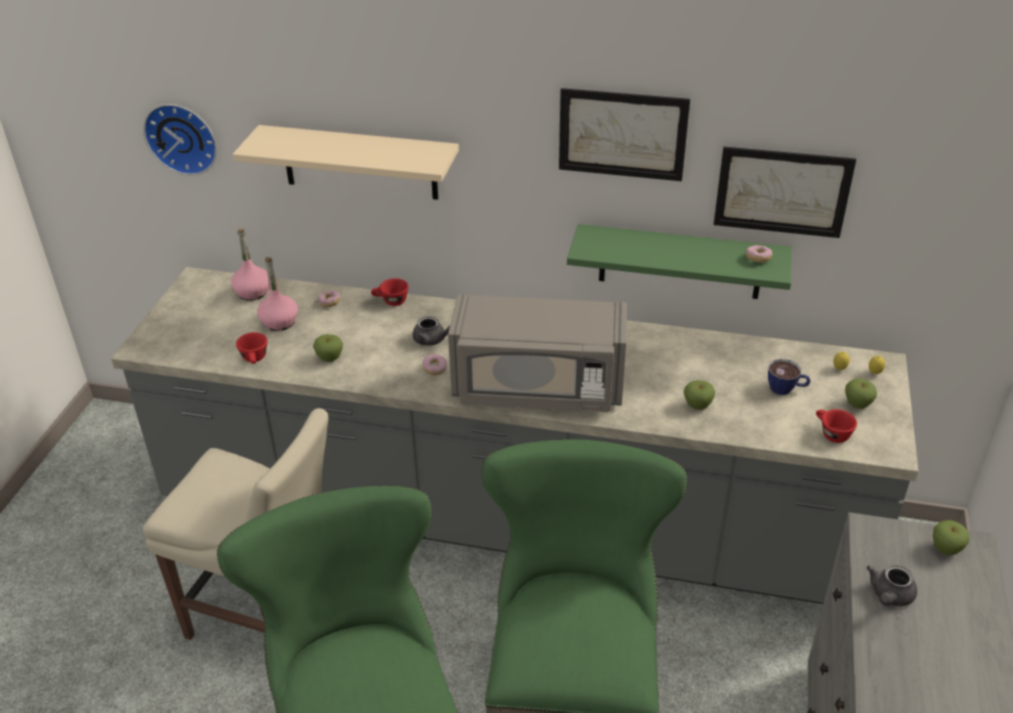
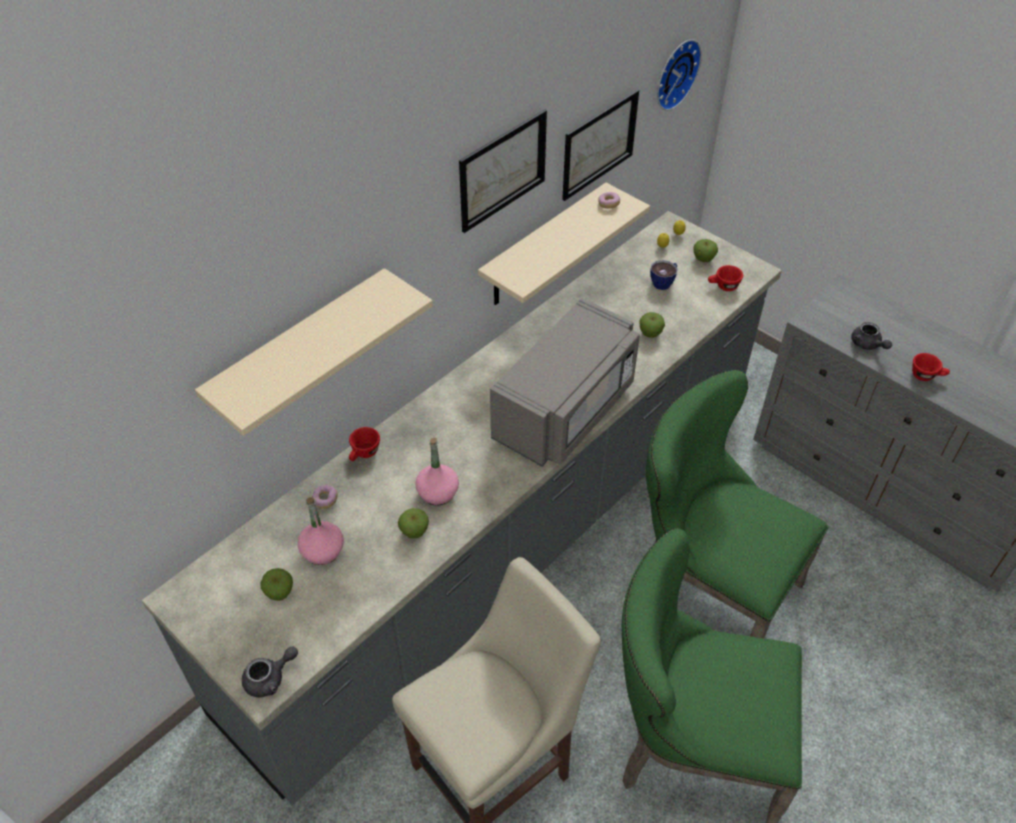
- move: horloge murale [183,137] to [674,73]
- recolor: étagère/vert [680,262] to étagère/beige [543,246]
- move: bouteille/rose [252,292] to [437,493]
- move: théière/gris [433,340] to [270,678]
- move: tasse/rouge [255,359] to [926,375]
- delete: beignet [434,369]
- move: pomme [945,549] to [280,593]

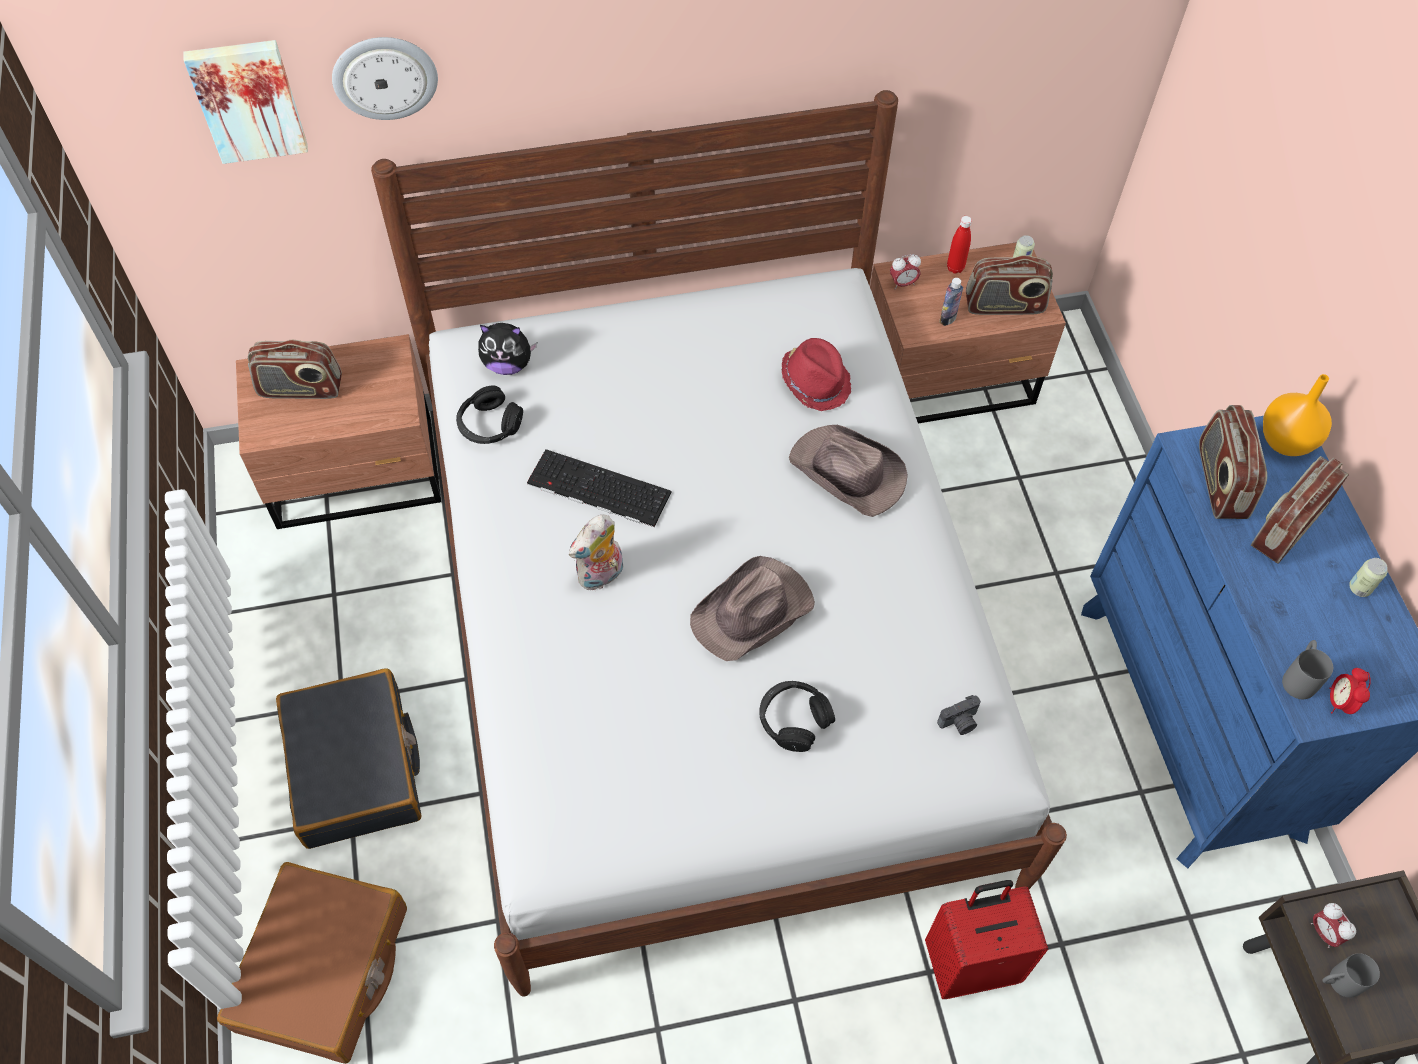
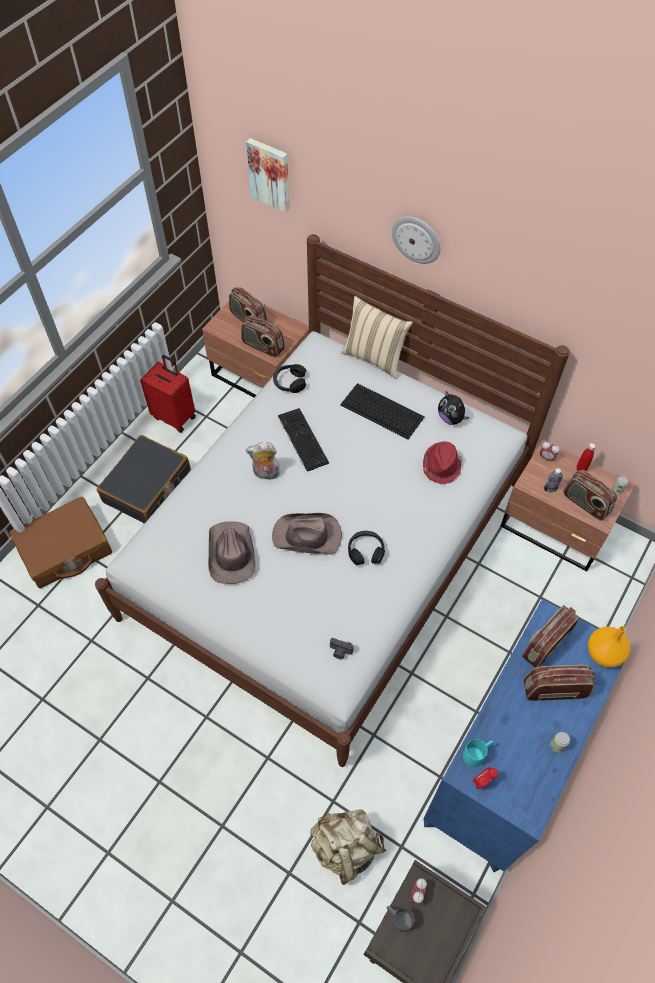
- move: horloge murale [385,76] to [416,239]
- move: peluche [508,364] to [451,418]
- move: chapeau/marron [848,473] to [231,554]
- recolor: mug/gris [1299,677] to mug/turquoise [477,754]
- move: casque audio/noir [793,719] to [365,551]
- move: valise/rouge [971,962] to [175,416]
- insert: coussin/beige [374,358]
- insert: radio [263,346]
- insert: clavier [381,411]
- insert: sac à dos/beige [346,848]

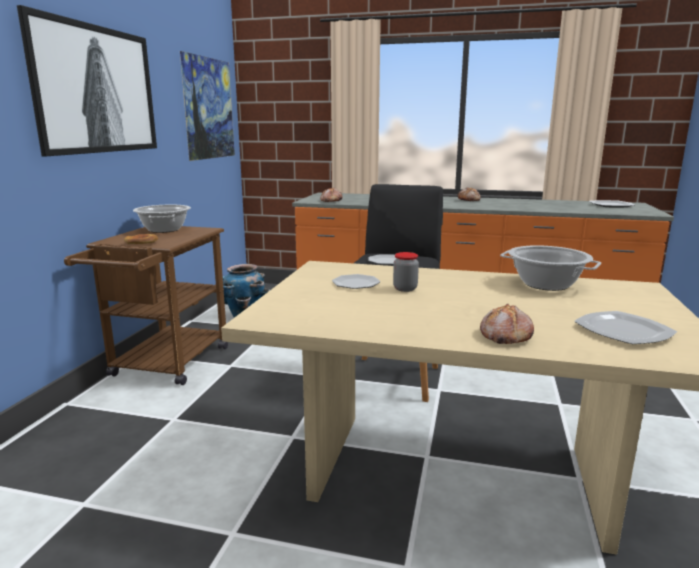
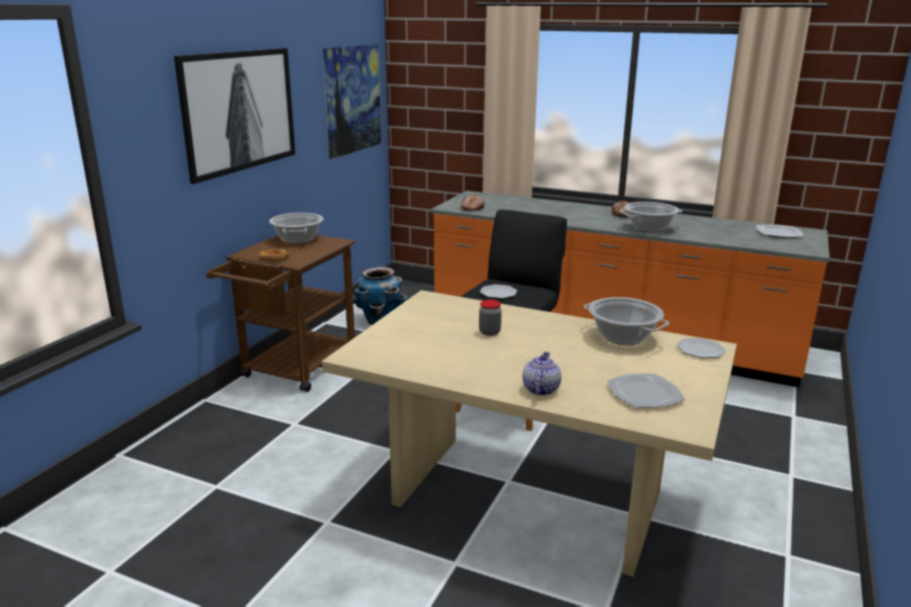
- move: assiette [355,284] to [700,350]
- replace: pain [504,335] to théière [540,389]
- insert: marmite [649,228]

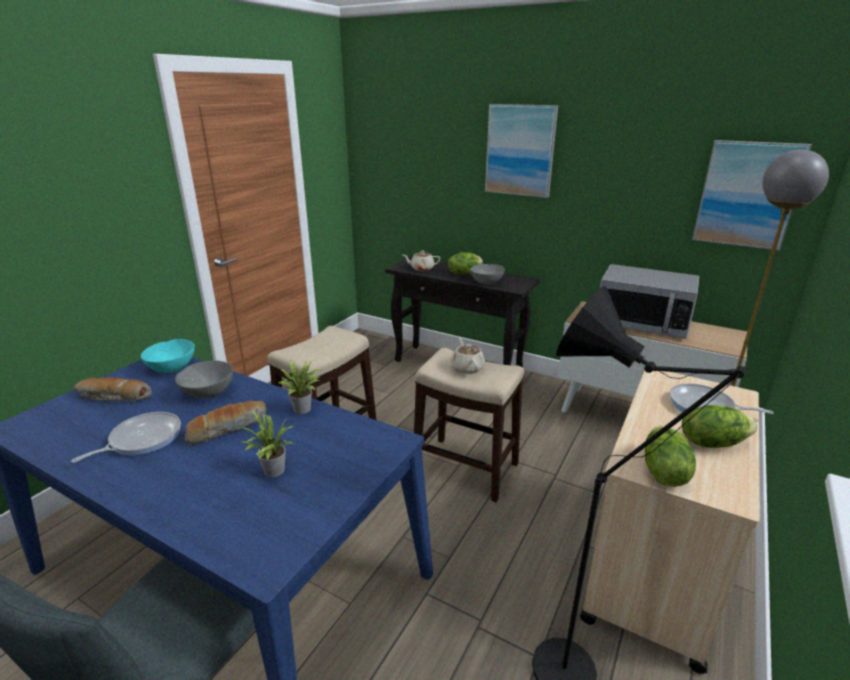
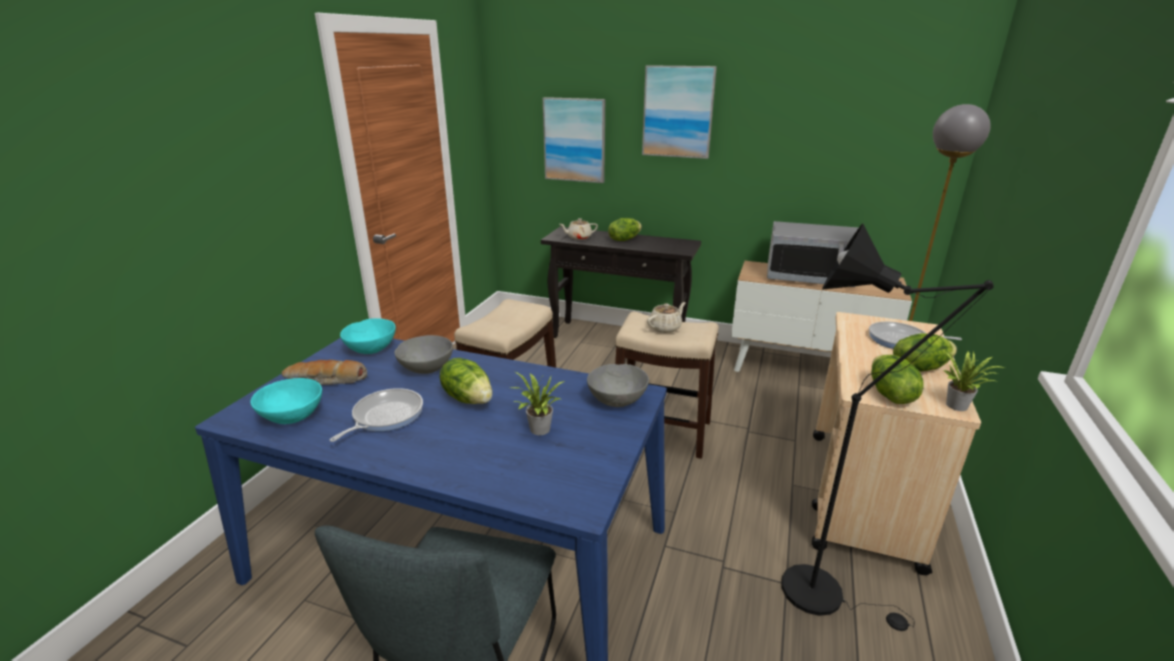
- move: tableau [747,194] to [574,140]
- move: bol/gris [486,282] to [617,400]
- rotate: théière/beige [467,368] = [665,328] 75 degrees clockwise
- move: plante en pot [304,409] to [959,406]
- replace: pain [227,428] to laitue [468,398]
- insert: bol/turquoise [292,416]

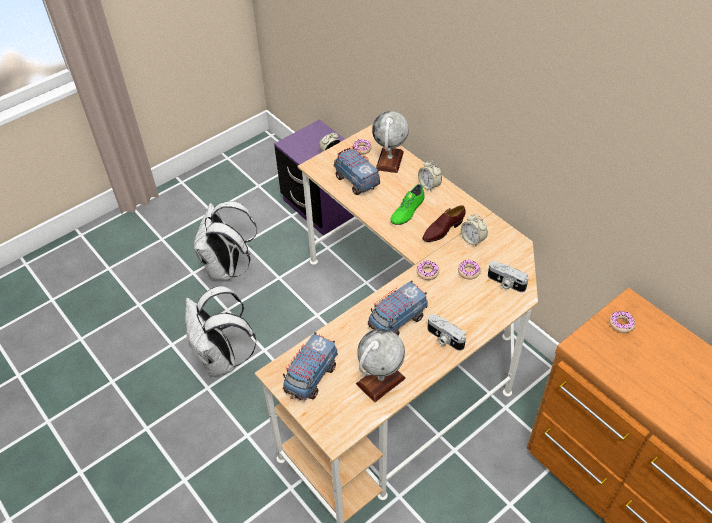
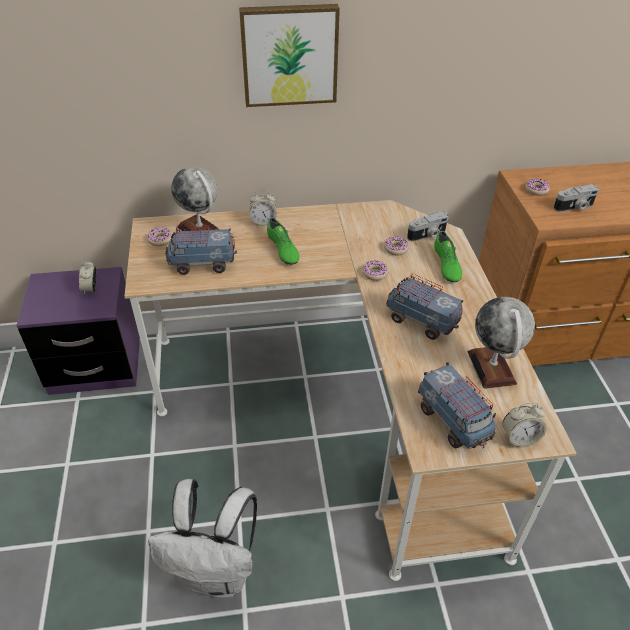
- delete: sac à dos/blanc [227,269]
- delete: chaussure/marron [442,230]
- move: réveil [472,240] to [519,438]
- rotate: camion jouet [397,321] = [421,321] 135 degrees clockwise
- move: appareil photo [444,339] to [574,207]
- insert: tableau [289,55]
- insert: chaussure/vert [446,266]

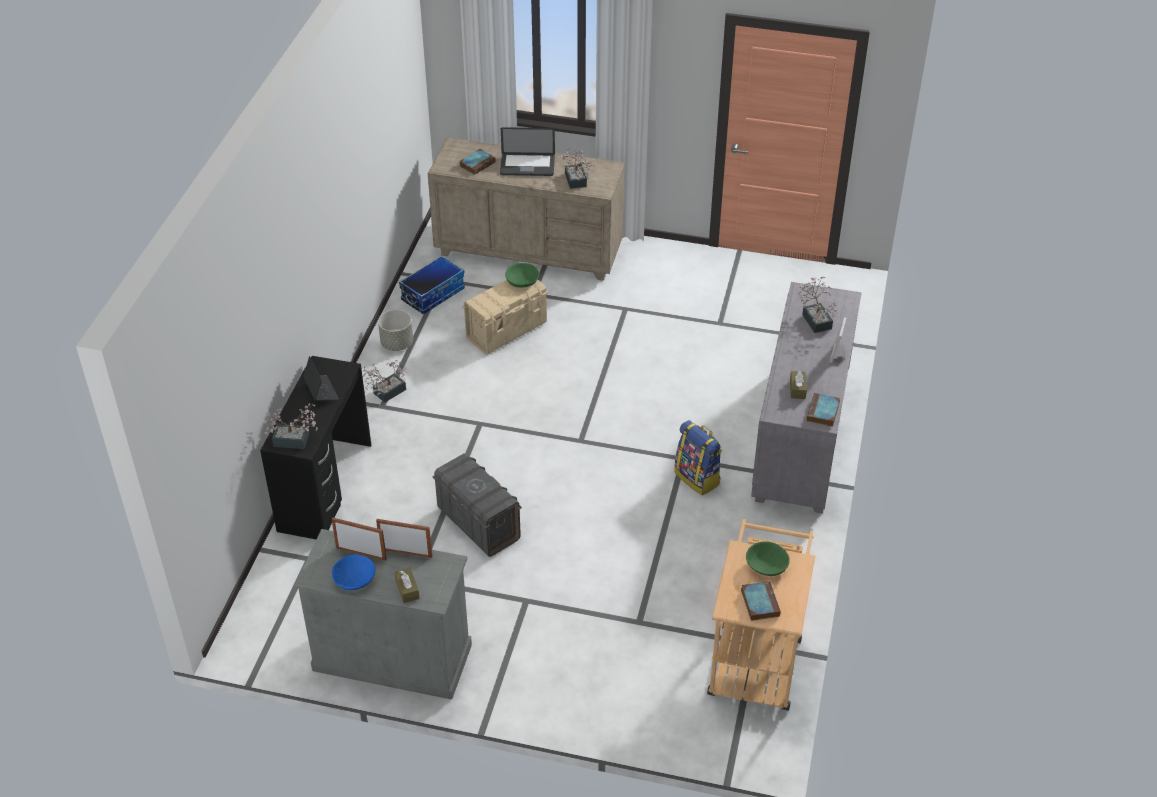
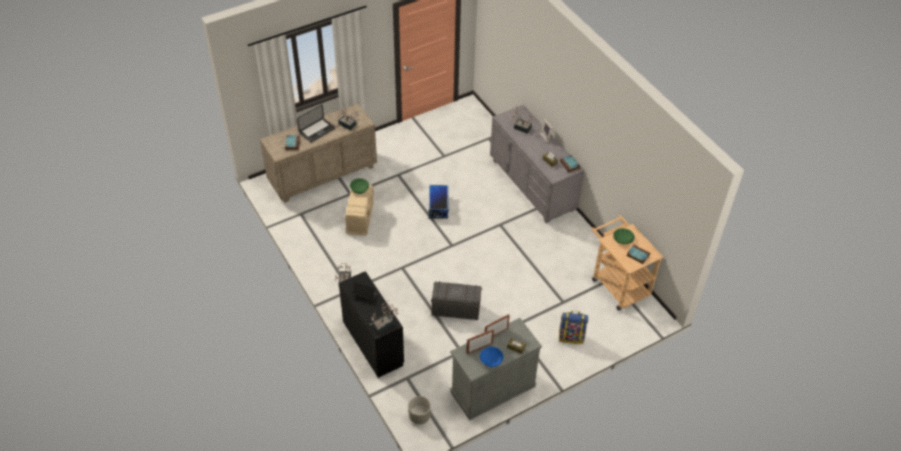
- move: boîte de rangement [433,294] to [438,206]
- move: cache-pot/gris [397,343] to [419,416]
- move: sac à dos [698,478] to [571,336]

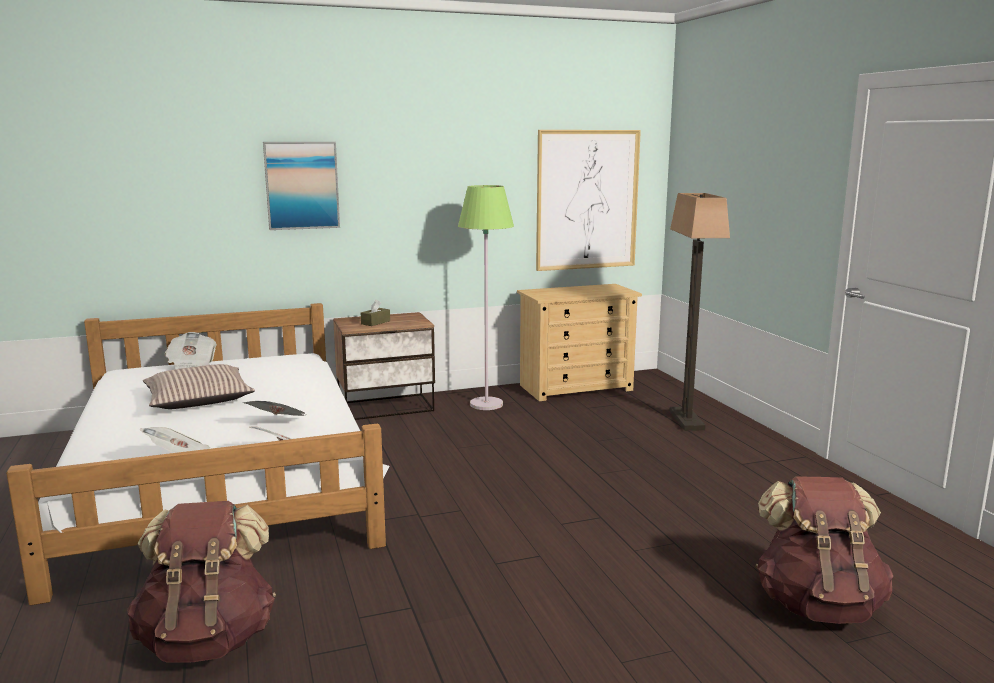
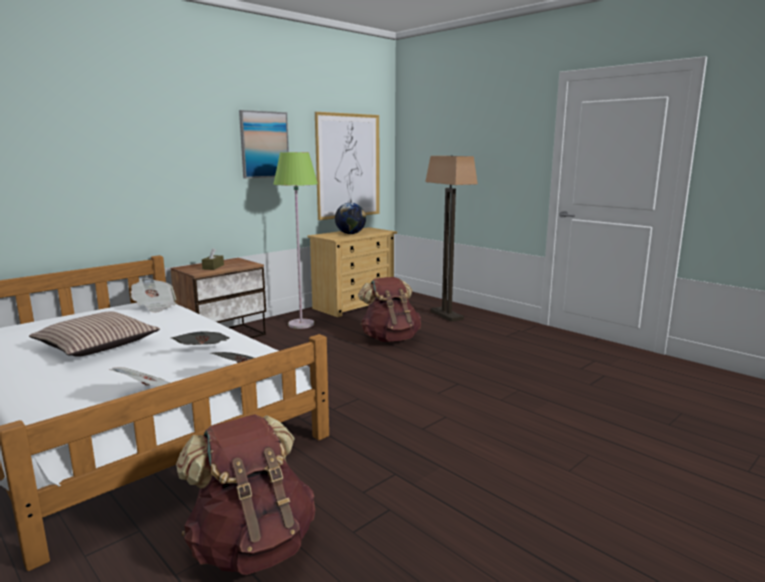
- move: tableau [302,185] to [264,144]
- move: journal [191,366] to [155,306]
- move: sac à dos/marron [817,604] to [390,339]
- insert: globe [350,234]

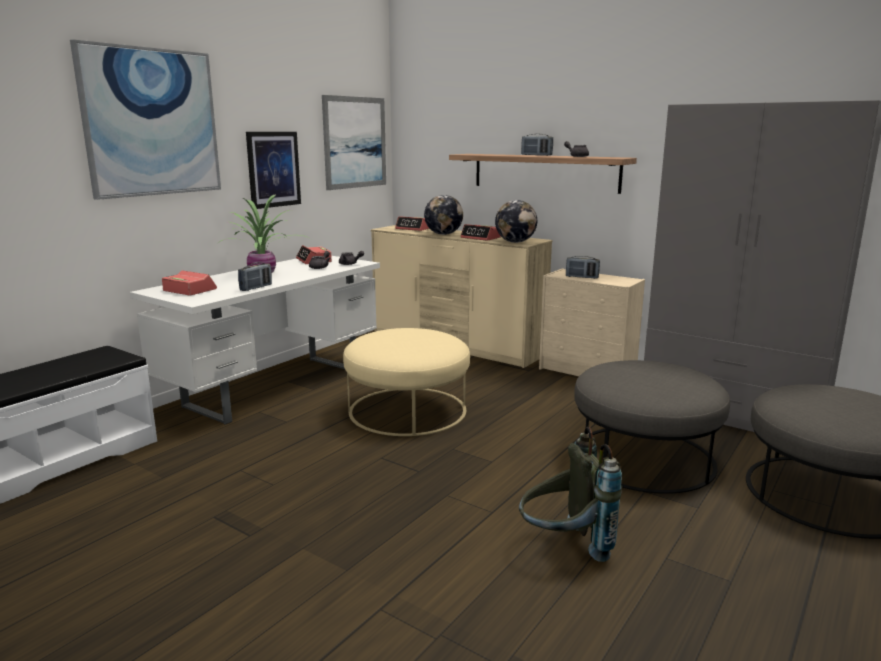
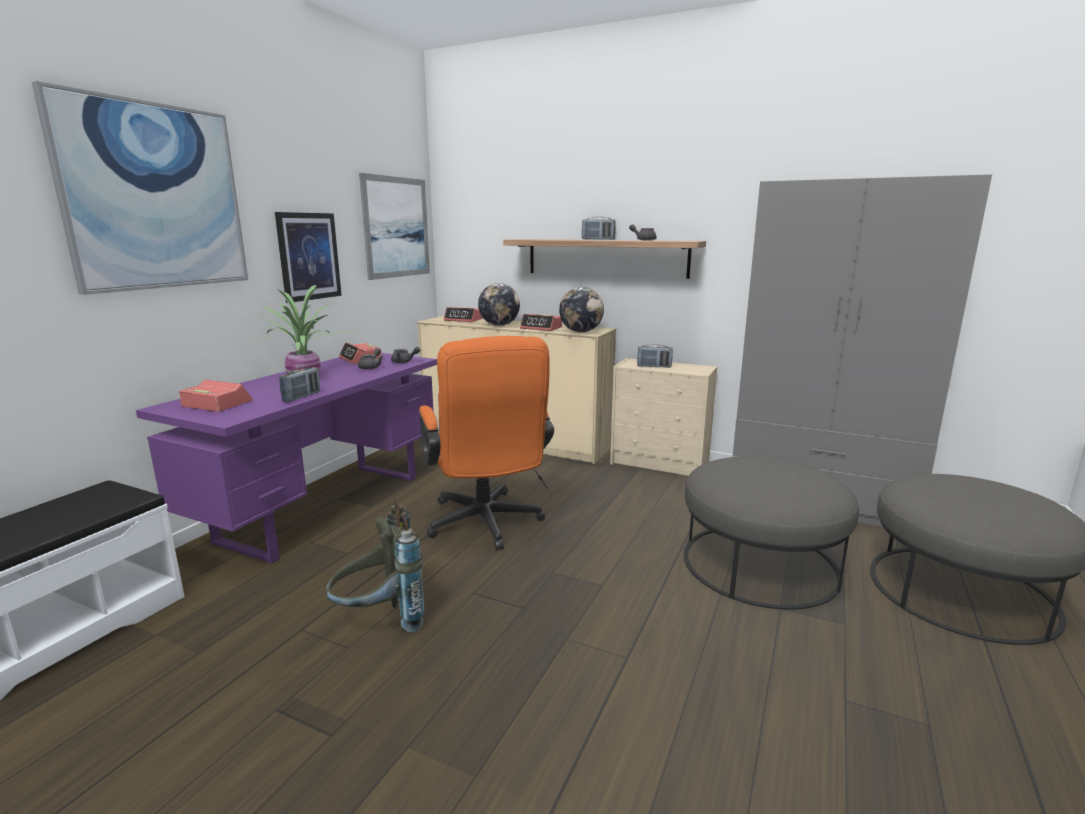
- recolor: bureau/blanc [275,387] to bureau/violet [325,507]
- replace: pouf/beige [407,410] to chaise de bureau/orange [486,525]
- move: sac à dos/gris [564,547] to [380,620]

